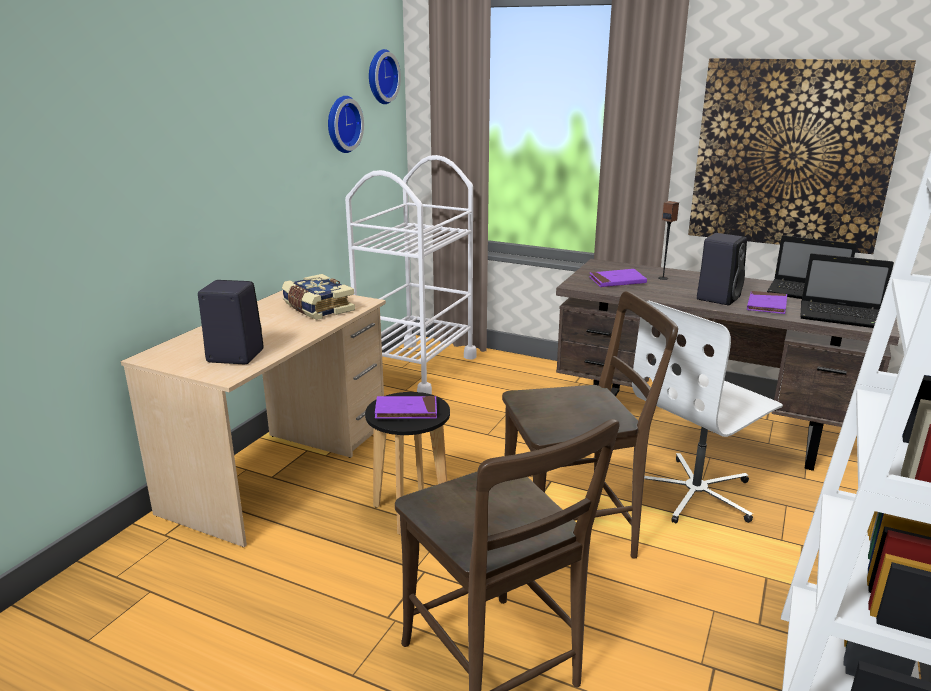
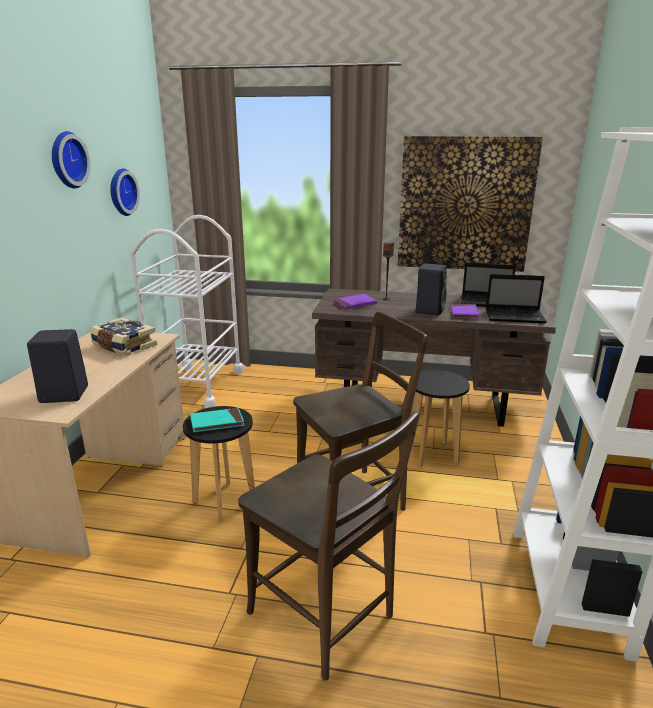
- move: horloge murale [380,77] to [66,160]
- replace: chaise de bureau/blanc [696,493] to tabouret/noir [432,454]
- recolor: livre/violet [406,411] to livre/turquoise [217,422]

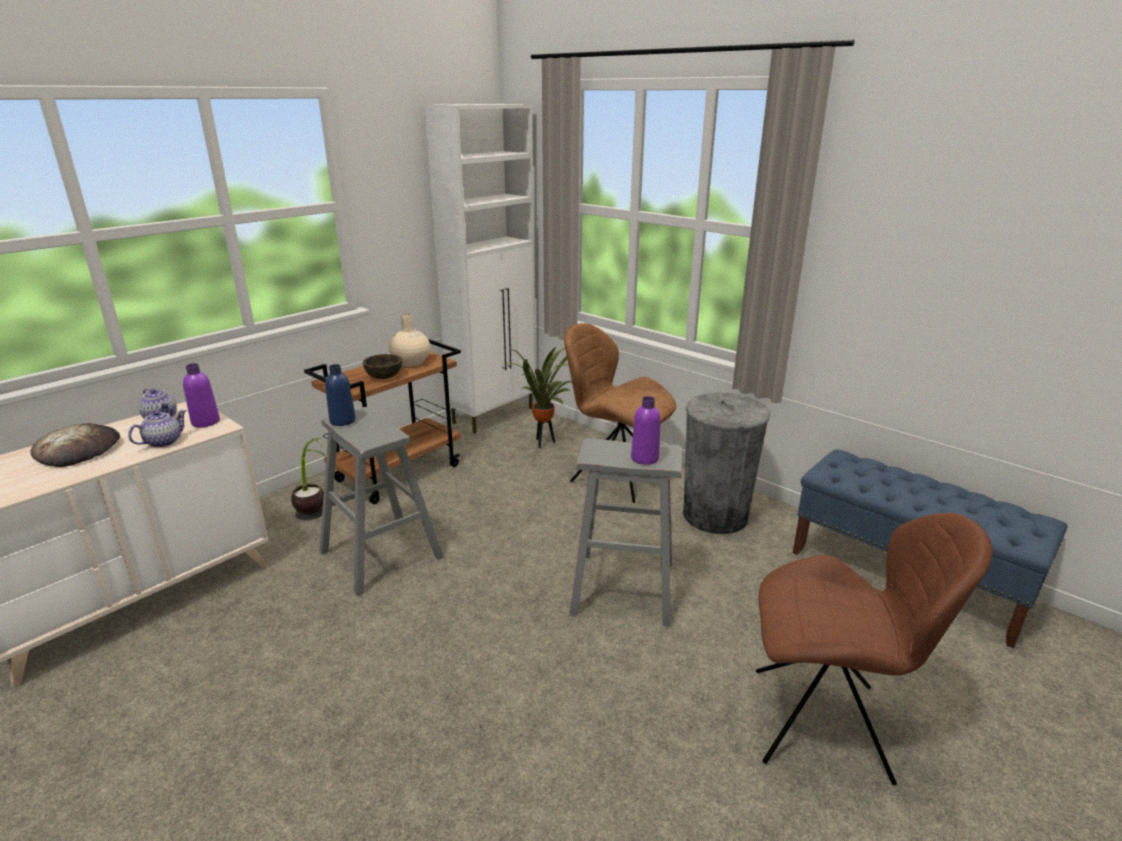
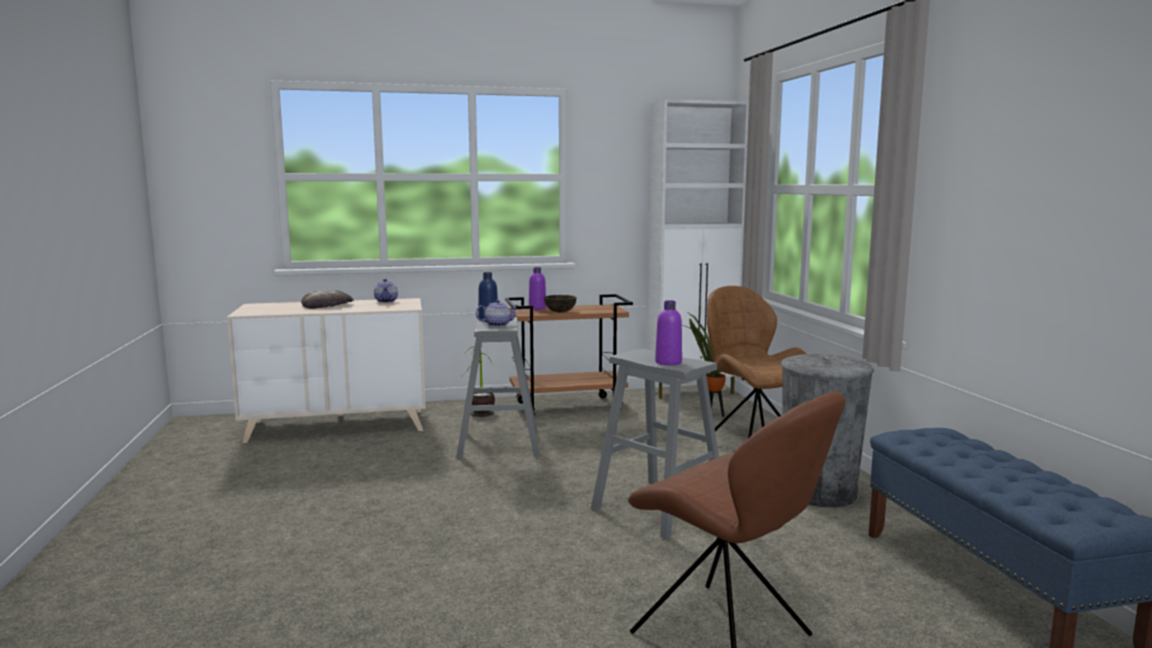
- delete: vase/beige [411,362]
- move: bouteille/violet [205,422] to [537,308]
- move: théière [163,442] to [497,325]

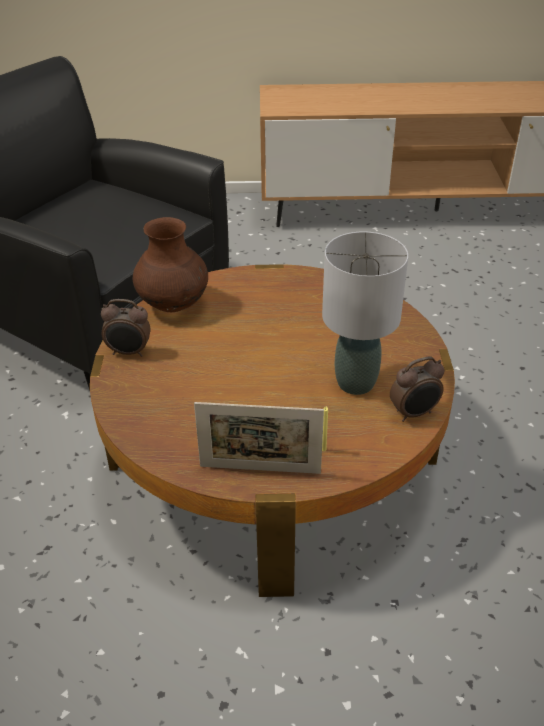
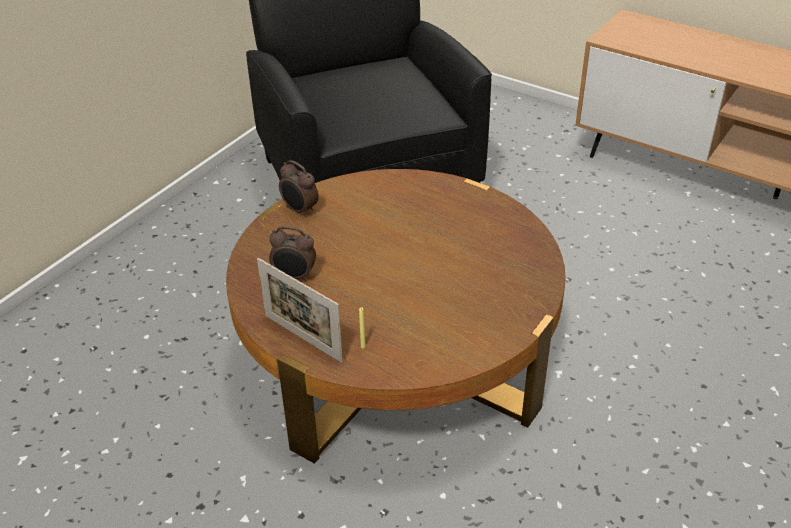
- delete: vase/marron [174,305]
- delete: lampe de table/gris [355,383]
- move: réveil [414,413] to [294,276]

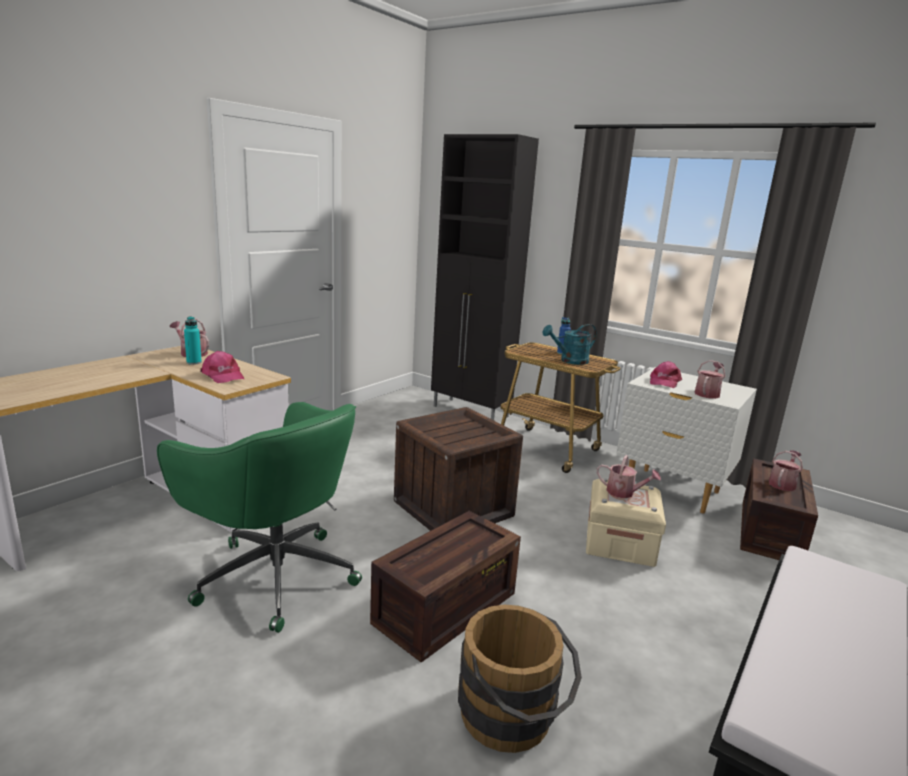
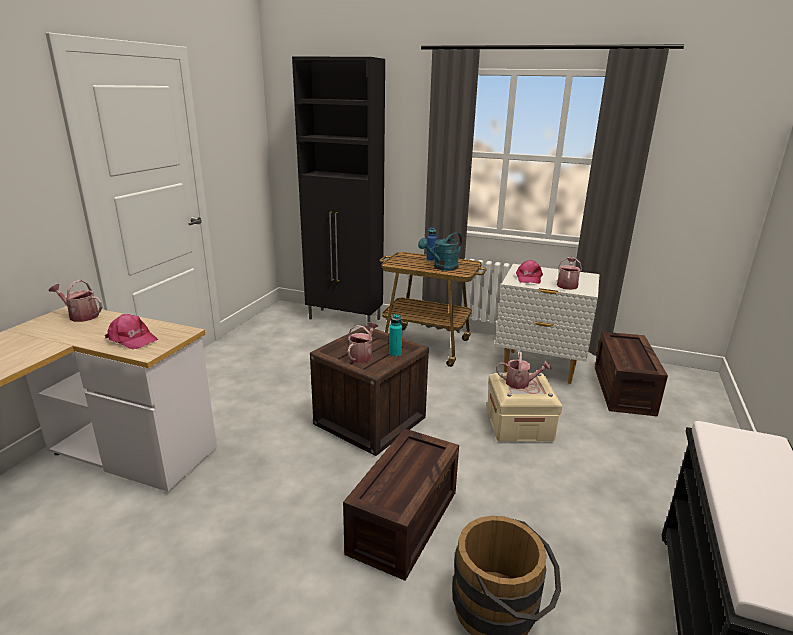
- move: bouteille/turquoise [194,362] to [395,354]
- delete: chaise de bureau/vert [274,574]
- move: arrosoir [783,483] to [362,356]

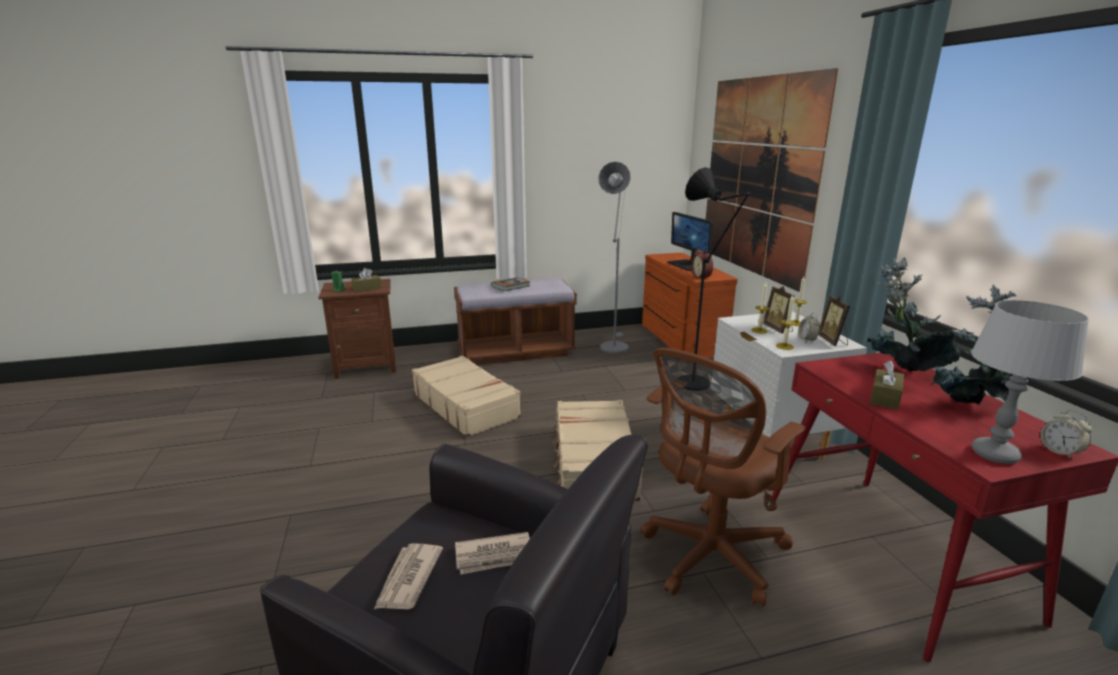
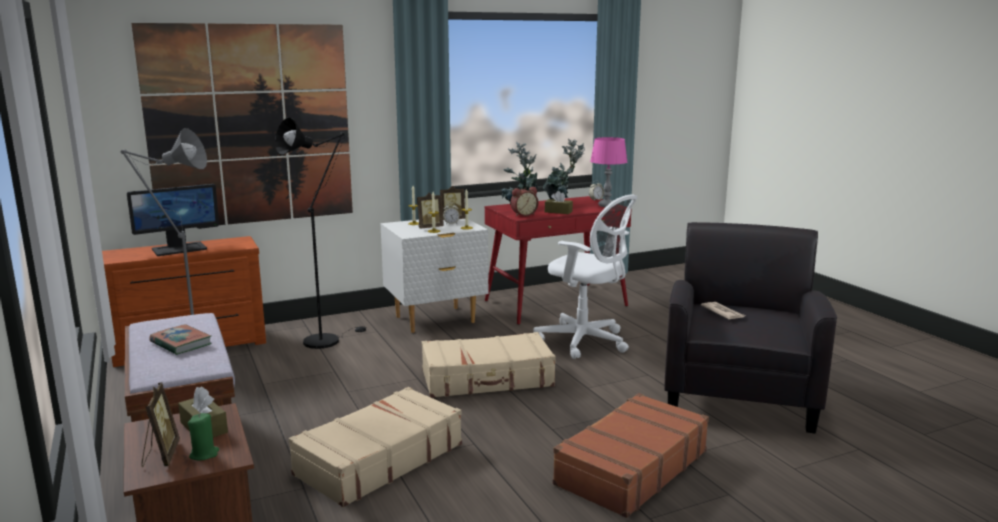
- move: réveil [702,277] to [523,215]
- recolor: lampe de table/gris [994,454] to lampe de table/rose [606,205]
- recolor: chaise de bureau/marron [709,557] to chaise de bureau/blanc [585,342]
- delete: journal [408,579]
- insert: cadre photo [160,456]
- insert: valise/marron [630,468]

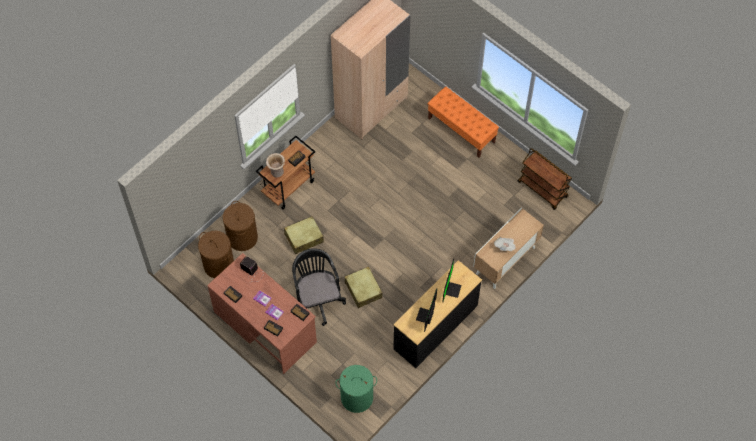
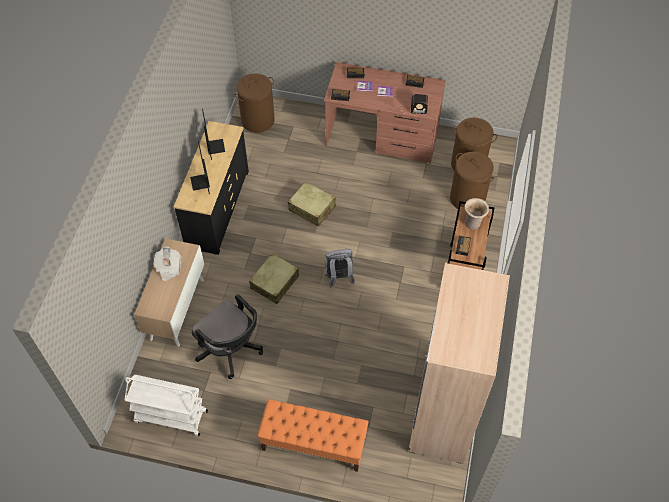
- recolor: chariot/marron [543,189] to chariot/blanc [170,416]
- move: valise/beige [303,238] to [275,282]
- move: chaise de bureau/noir [317,298] to [231,350]
- recolor: panier à linge/vert [356,398] to panier à linge/marron [258,120]
- insert: sac à dos/gris [339,278]

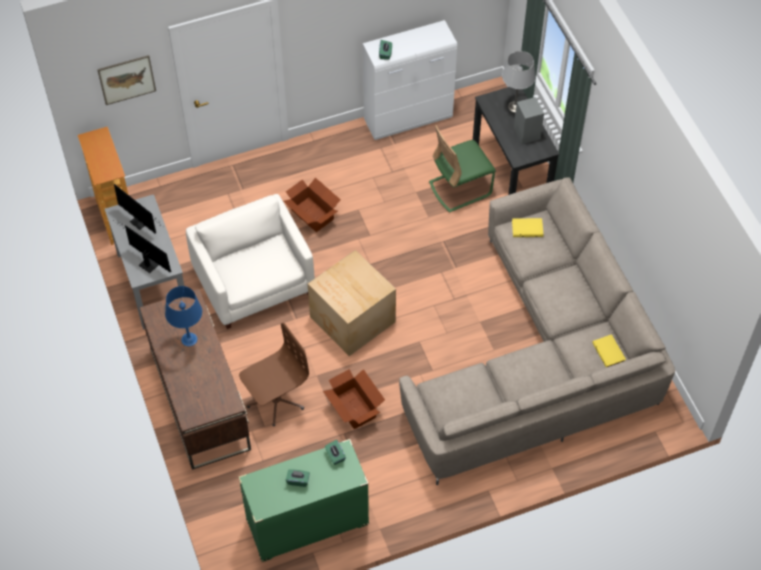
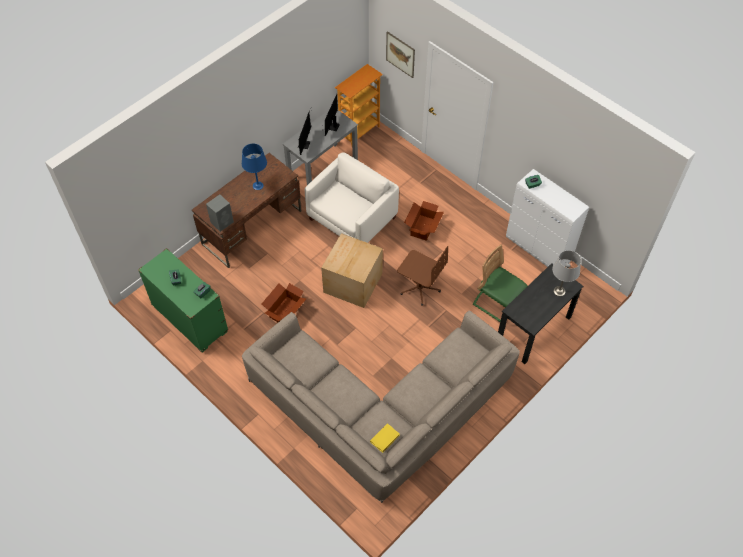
- move: enceinte/gris [526,132] to [222,222]
- delete: livre/jaune [527,228]
- move: chaise de bureau/marron [275,400] to [419,287]

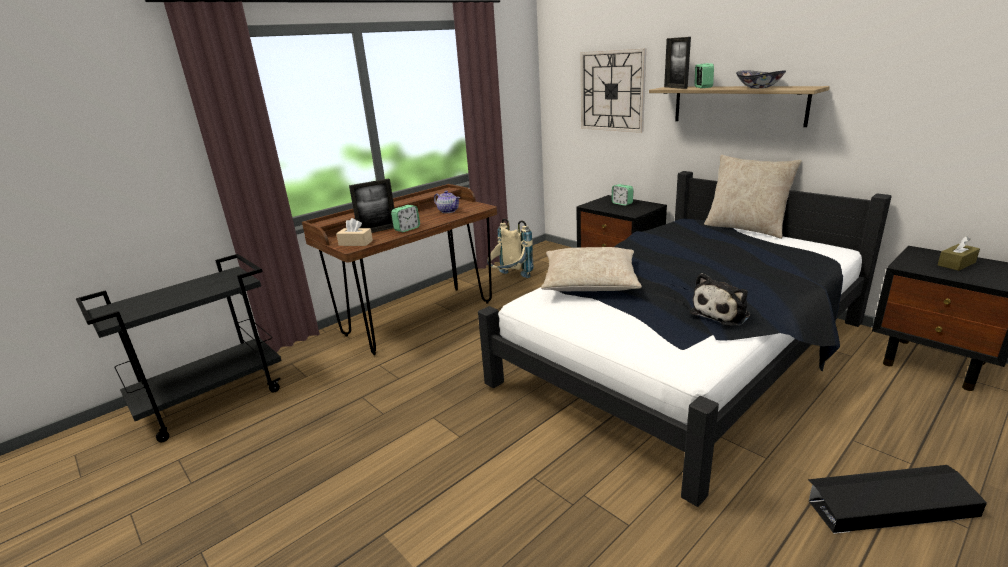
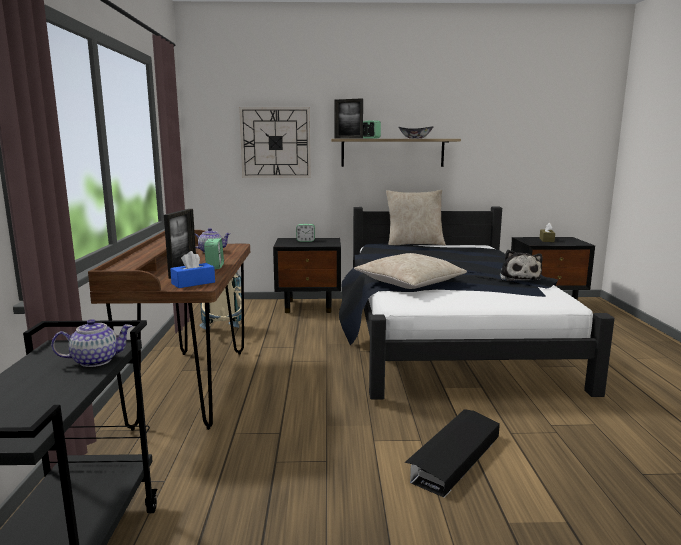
- recolor: boîte à mouchoirs/beige [355,243] to boîte à mouchoirs/bleu [193,283]
- move: boîte de rangement/noir [888,506] to [453,457]
- insert: théière [95,361]

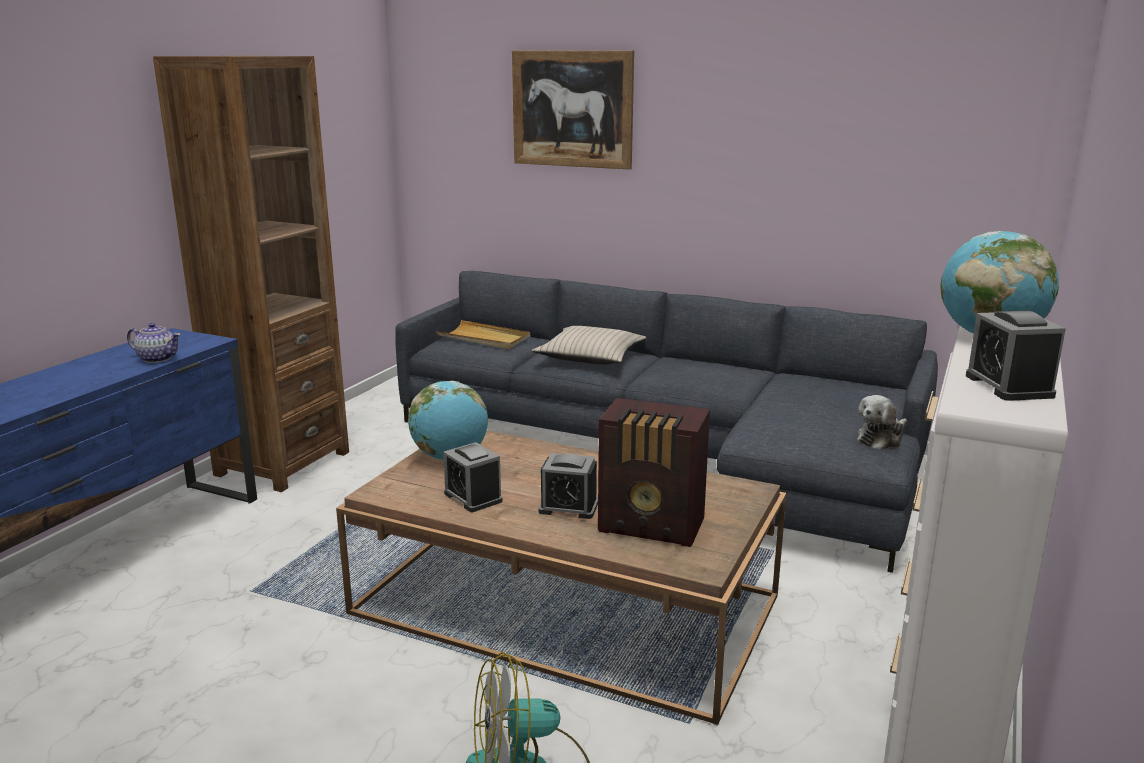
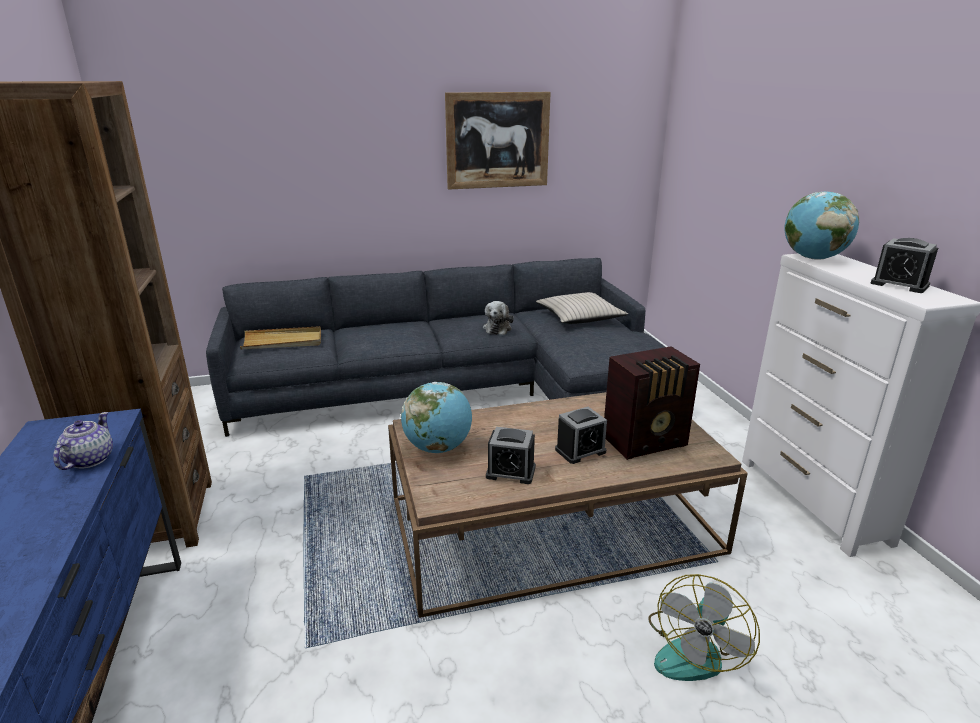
- move: tableau [572,109] to [497,140]
- rotate: théière [157,358] = [89,460] 60 degrees counterclockwise
- move: coussin/beige [590,357] to [579,317]
- move: peluche [881,439] to [498,328]

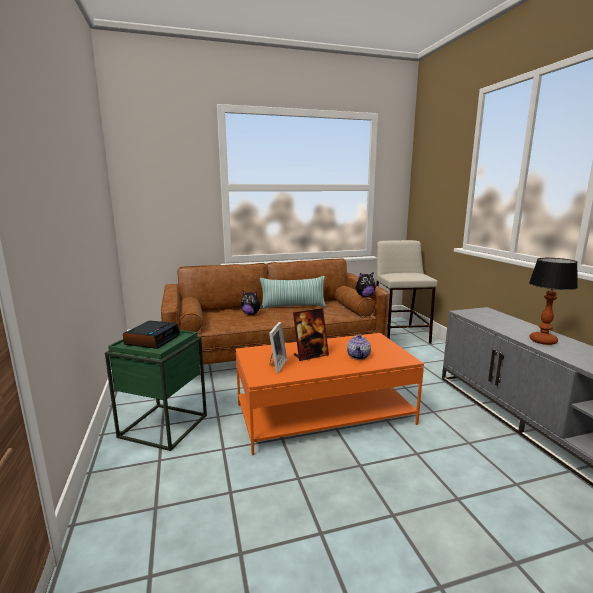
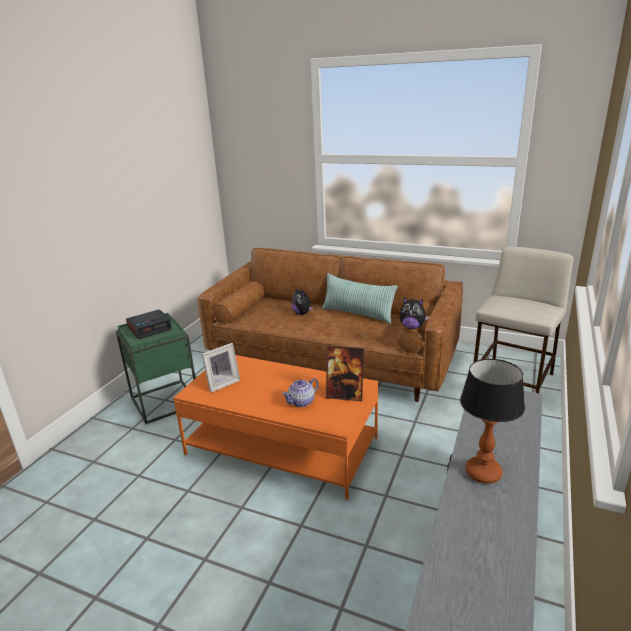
- move: cadre photo [310,355] to [345,395]

